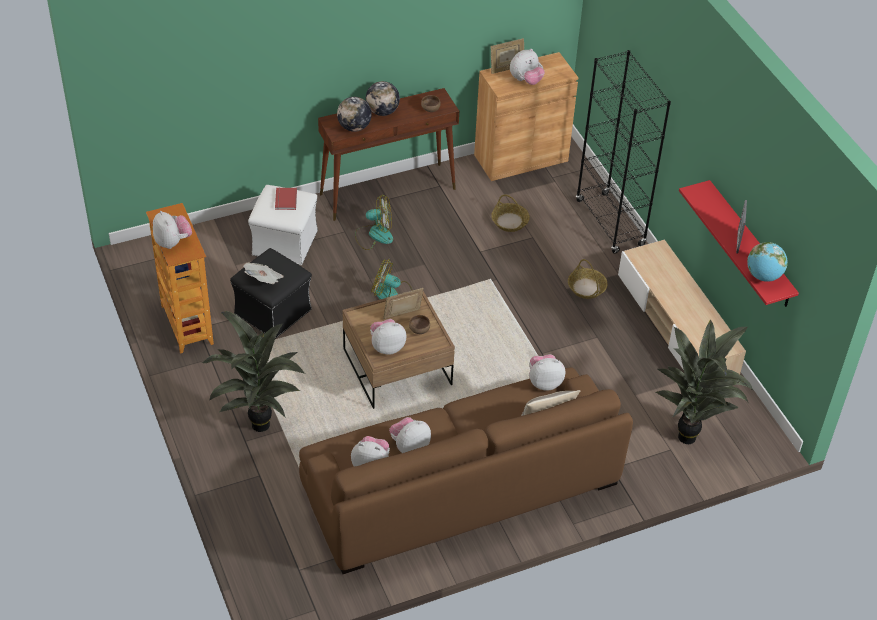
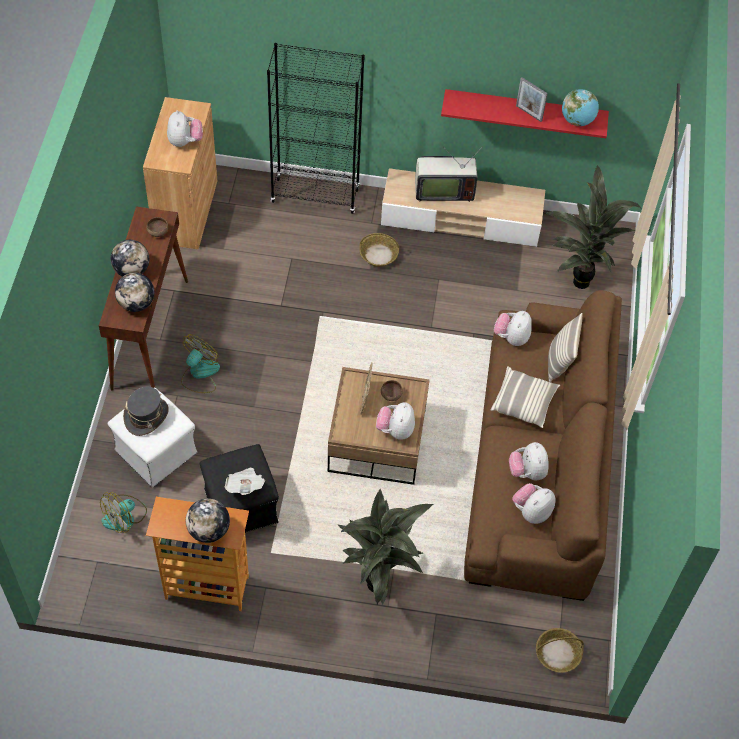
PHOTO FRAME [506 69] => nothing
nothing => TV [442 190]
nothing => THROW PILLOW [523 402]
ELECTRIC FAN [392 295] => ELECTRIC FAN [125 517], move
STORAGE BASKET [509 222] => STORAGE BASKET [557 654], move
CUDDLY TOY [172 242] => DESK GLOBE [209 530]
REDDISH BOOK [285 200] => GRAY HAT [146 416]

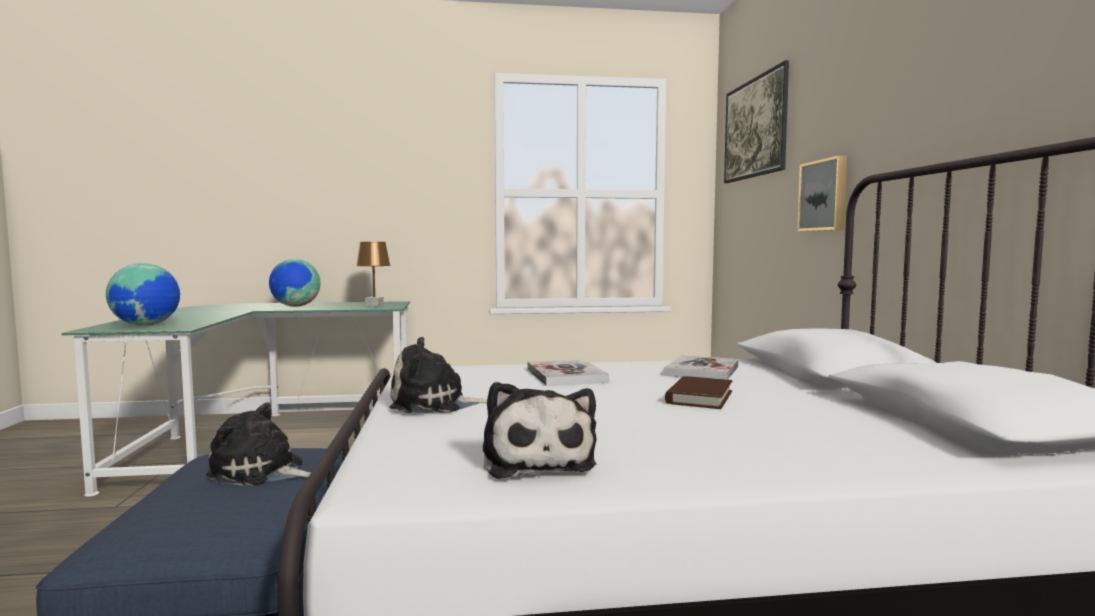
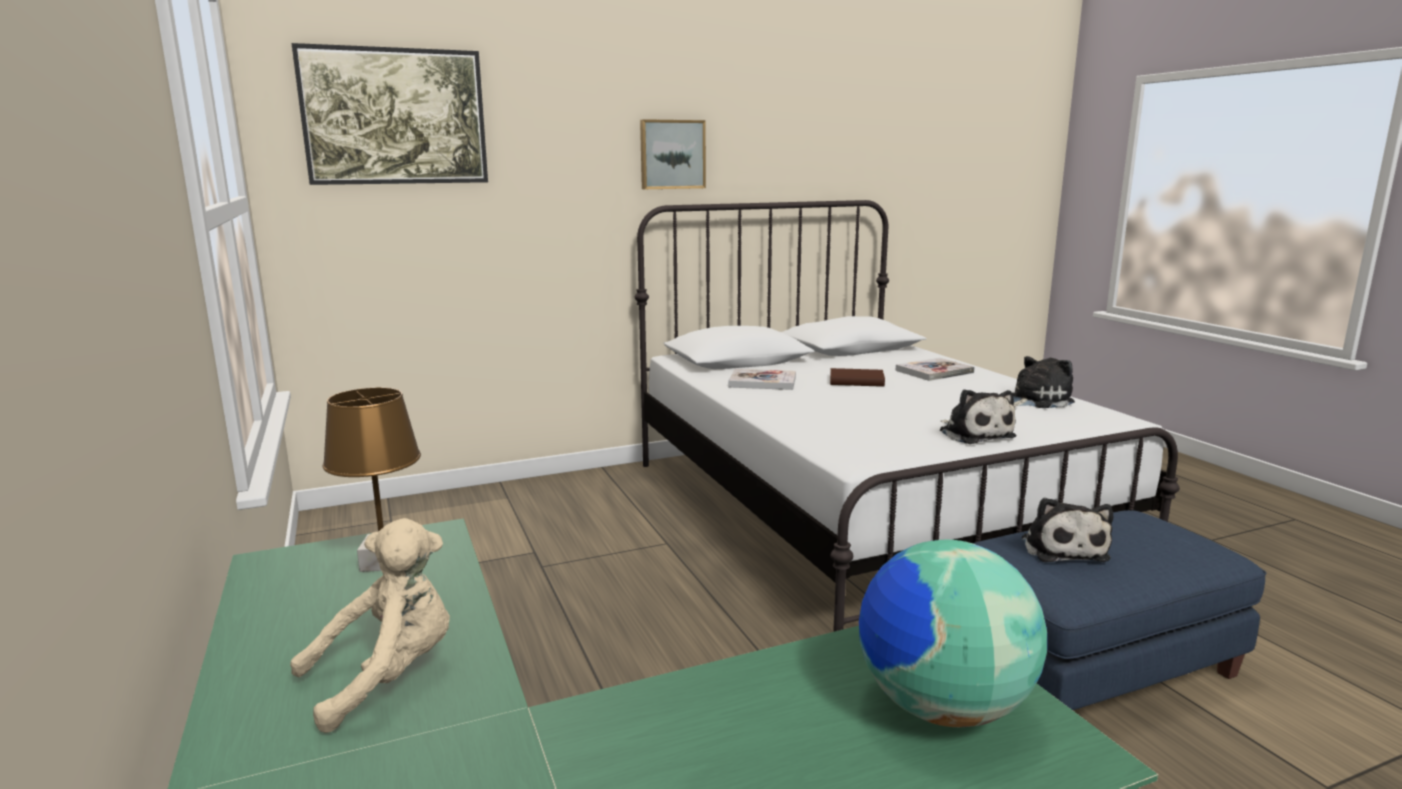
BOOK [566 375] => BOOK [934 371], move
PICTURE [824 195] => PICTURE [672 154], move
DESK GLOBE [295 306] => BEIGE-COLOURED CUDDLY TOY [388 677]

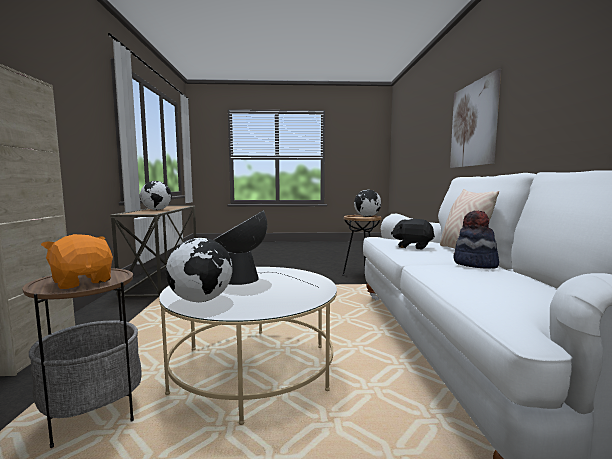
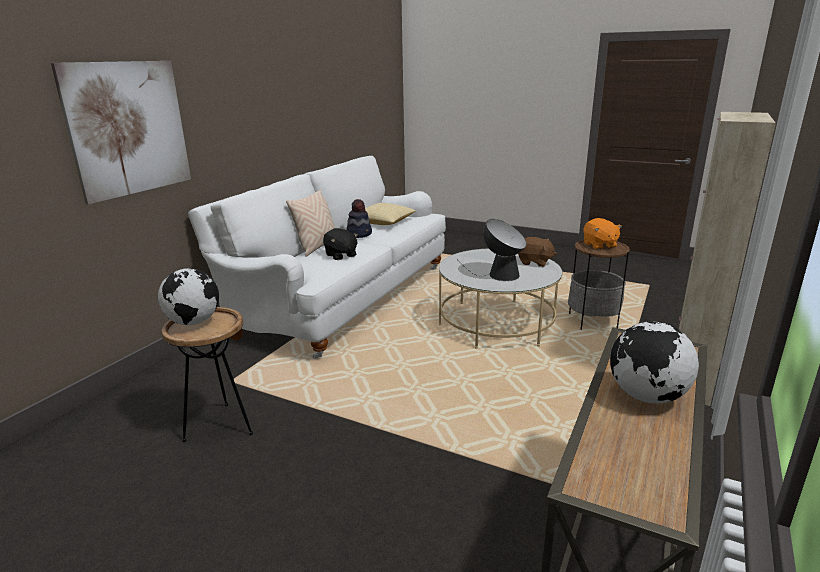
nothing => THROW PILLOW [385 223]
DESK GLOBE [201 300] => BROWNISH CUDDLY TOY [534 262]

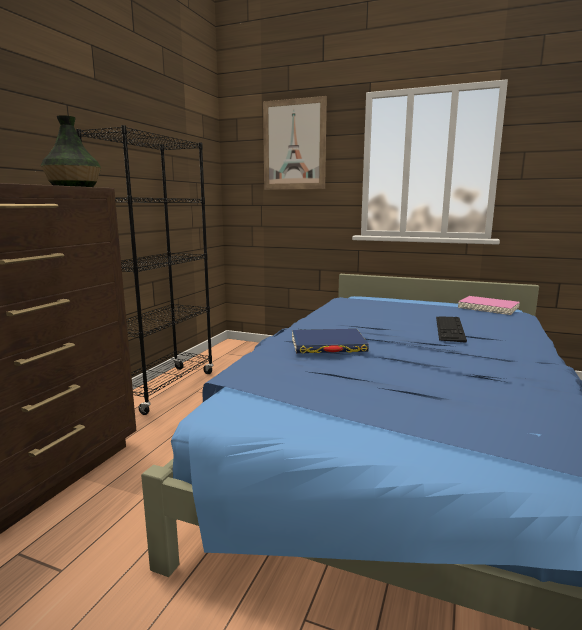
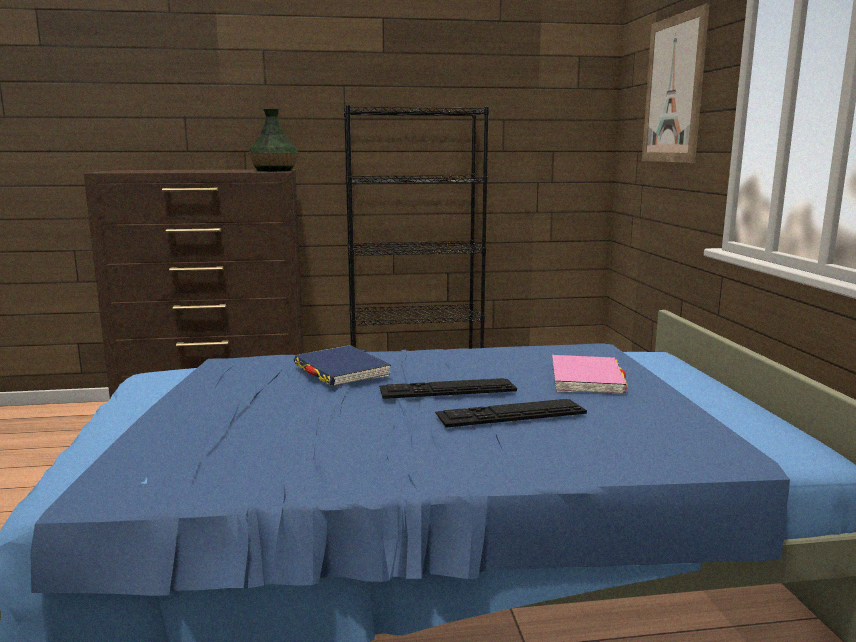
nothing => PC KEYBOARD [447 388]
PINK BOOK [488 308] => PINK BOOK [586 379], move

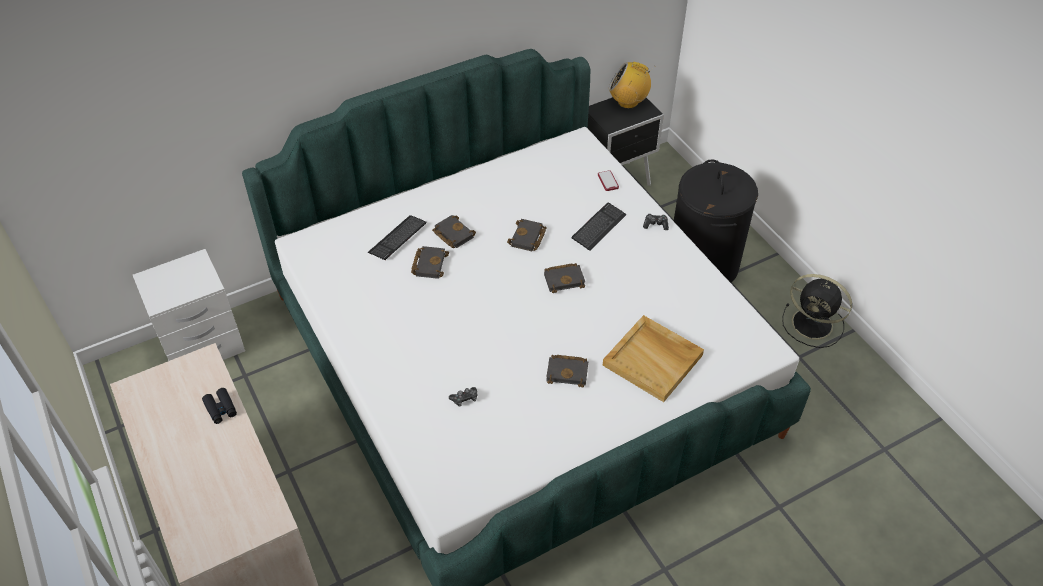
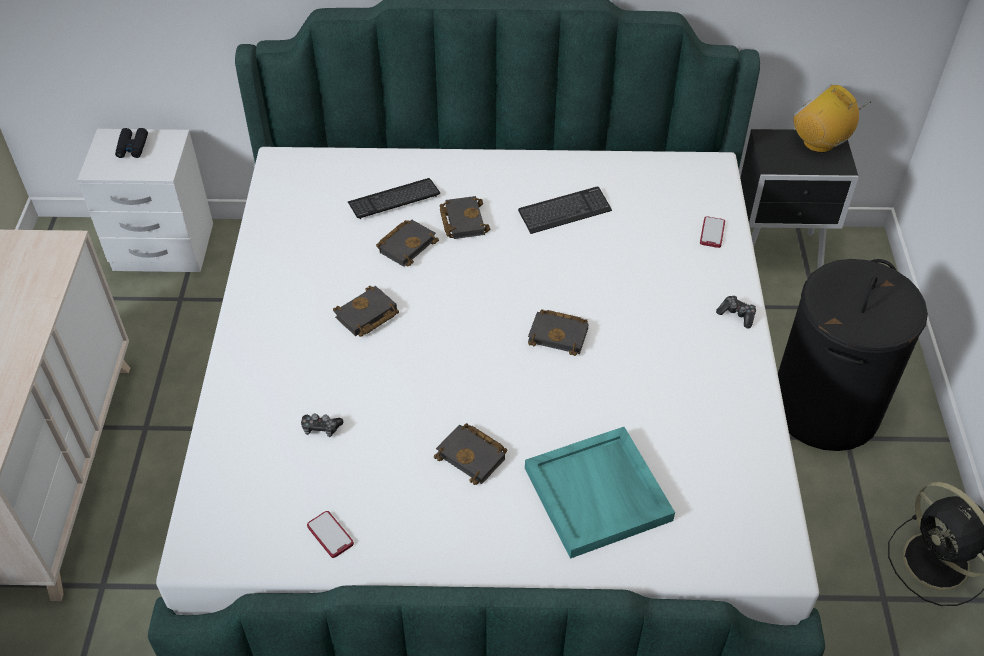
nothing => PHONE [330 535]
BLACKISH BINOCULARS [221 409] => BLACKISH BINOCULARS [132 147], move
BLACKISH BOOK [528 238] => BLACKISH BOOK [366 316], move
PC KEYBOARD [598 227] => PC KEYBOARD [564 212], move
BEIGE-COLOURED CARRYING TRAY [653 360] => BLUE-GREEN CARRYING TRAY [599 494]

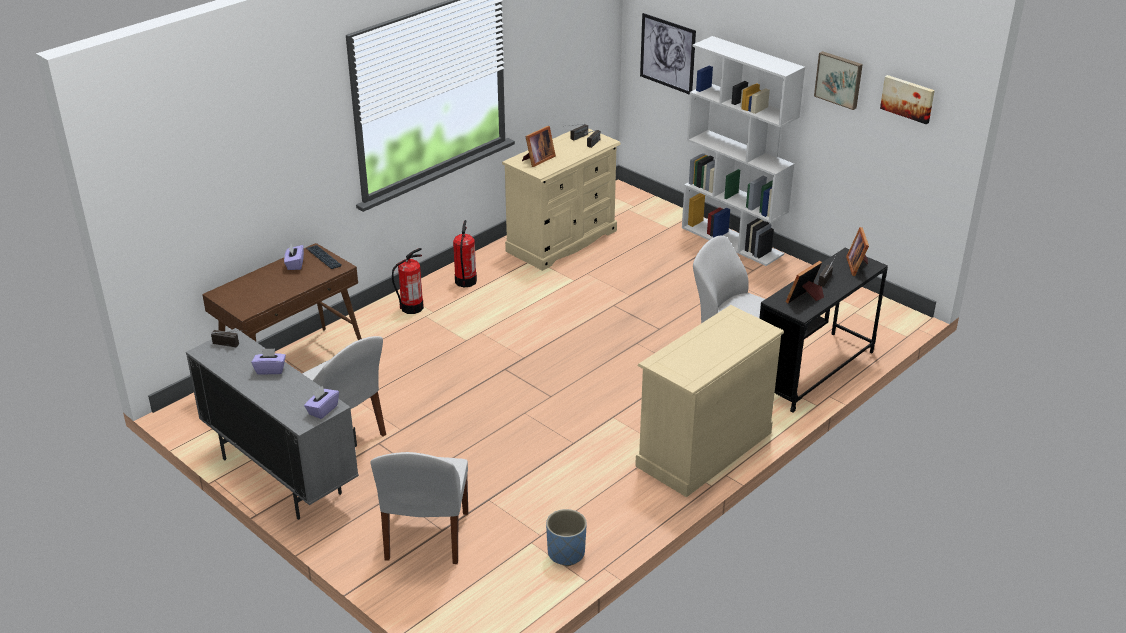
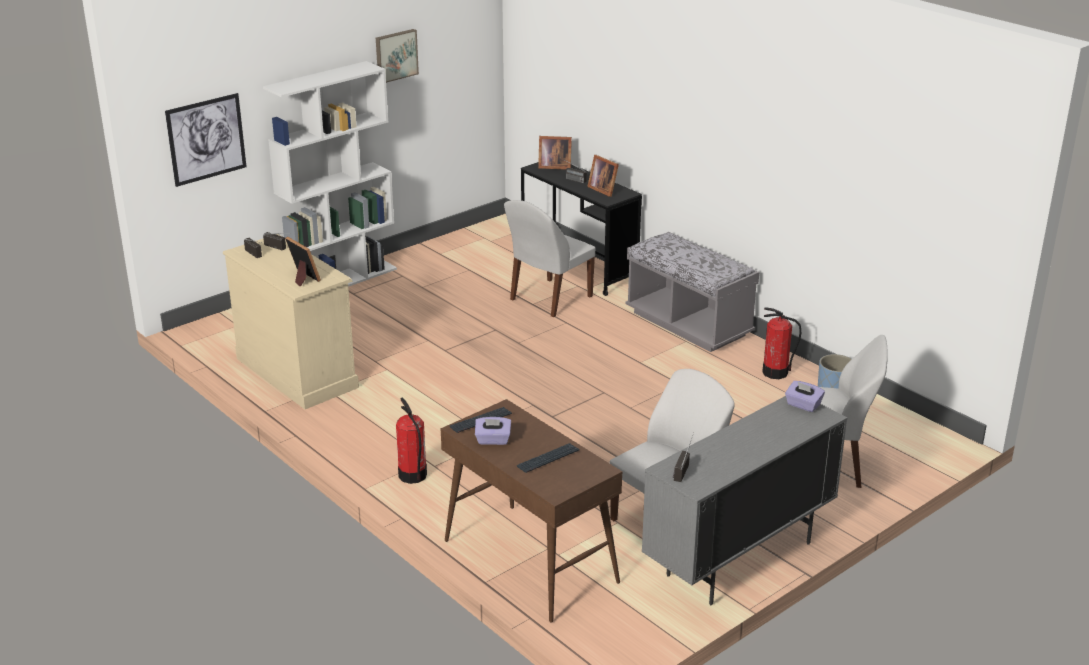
PURPLE TISSUE HOLDER [270 370] => nothing
PICTURE [908 98] => nothing
nothing => PC KEYBOARD [548 459]
FIRE-FIGHTING CYLINDER [465 281] => FIRE-FIGHTING CYLINDER [775 373], move
BEIGE-COLOURED DRESSER [703 449] => GRAY LONG SEAT [688 324]

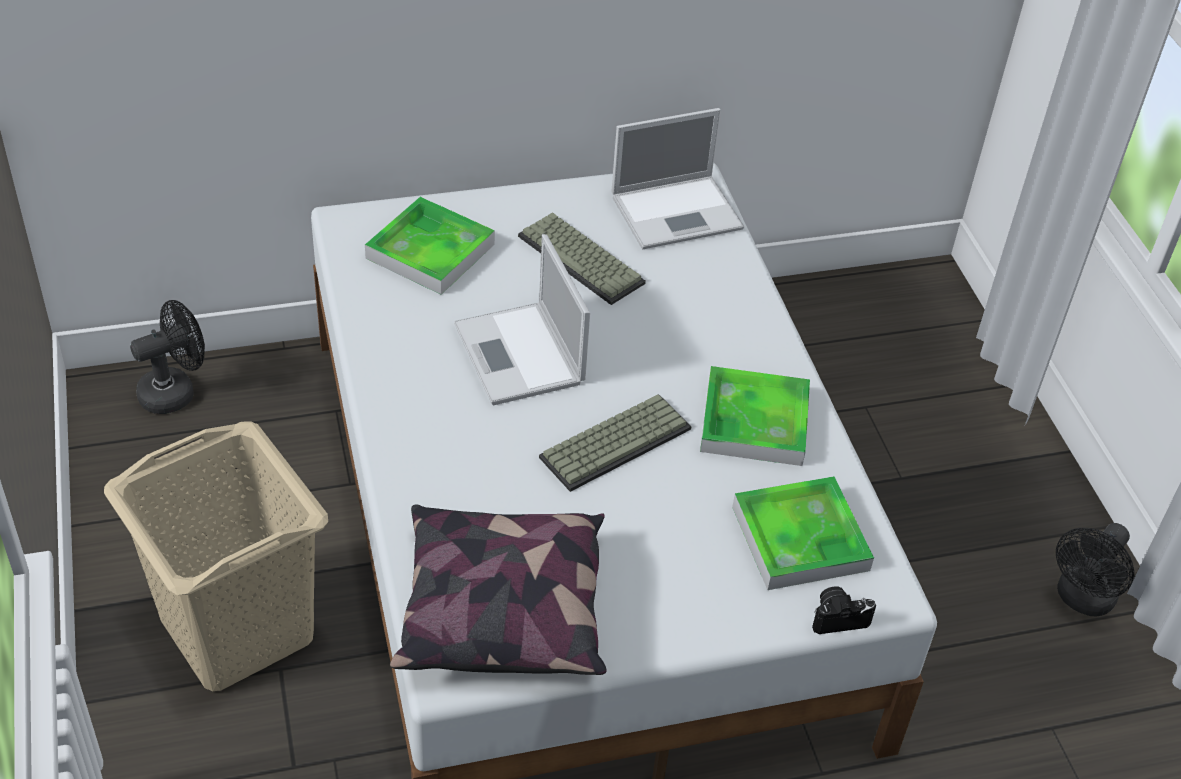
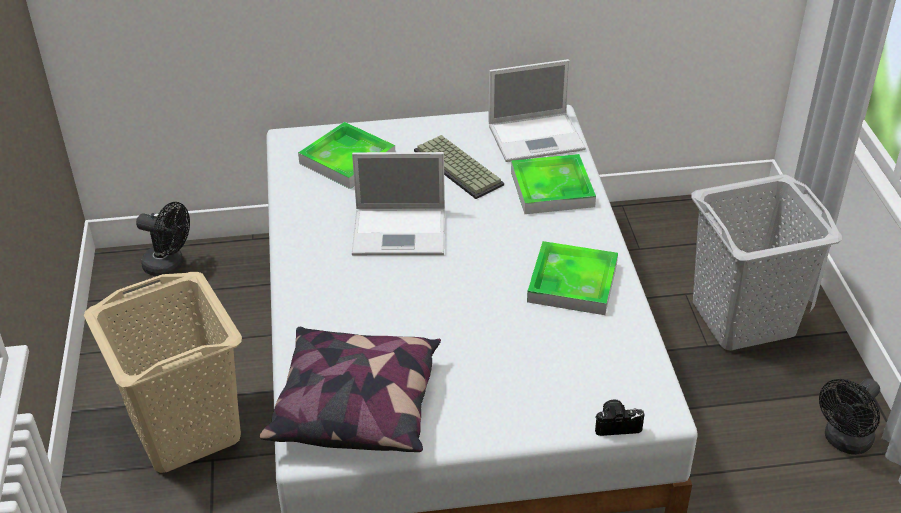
PC KEYBOARD [615 441] => nothing
nothing => GRAY WASHING BASKET [744 319]
CARRYING TRAY [800 538] => CARRYING TRAY [552 189], move
BLACKISH ELECTRIC FAN [175 391] => BLACKISH ELECTRIC FAN [169 265], 45 degrees clockwise
NOTEBOOK COMPUTER [520 356] => NOTEBOOK COMPUTER [401 231], 75 degrees counterclockwise

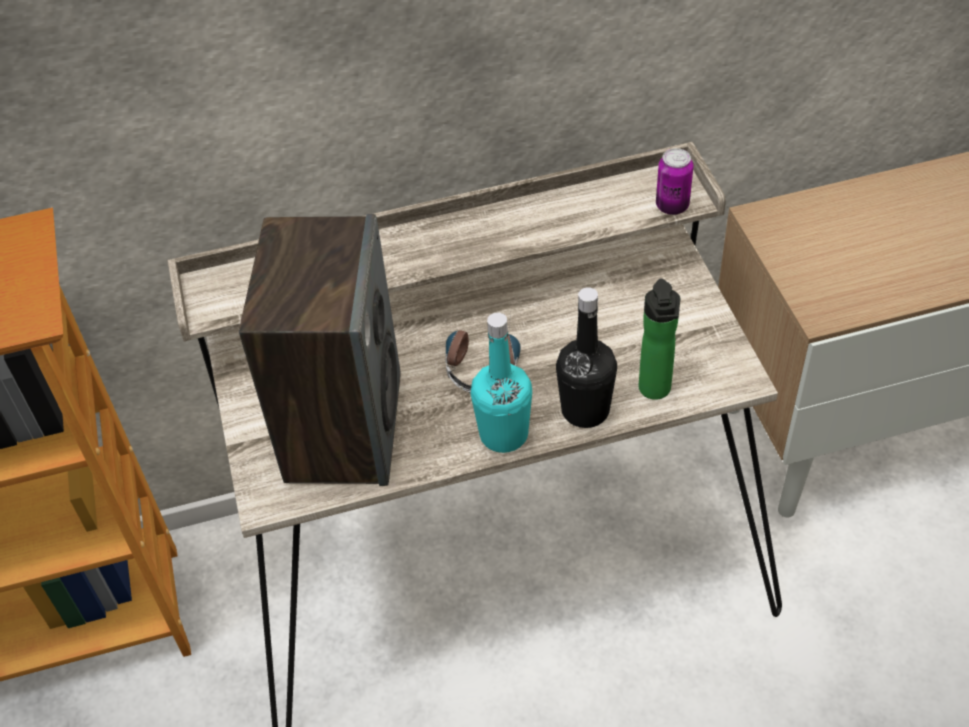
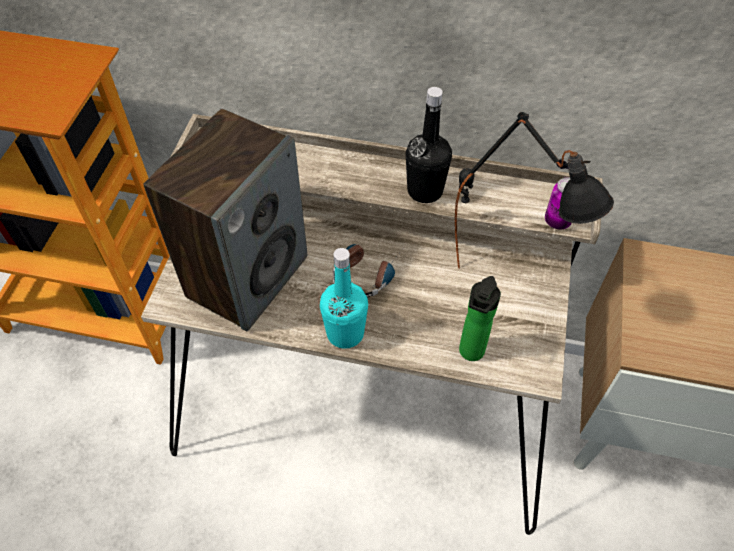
nothing => BLACKISH TABLE LAMP [506 279]
BLACKISH BOTTLE [585 410] => BLACKISH BOTTLE [425 191], move

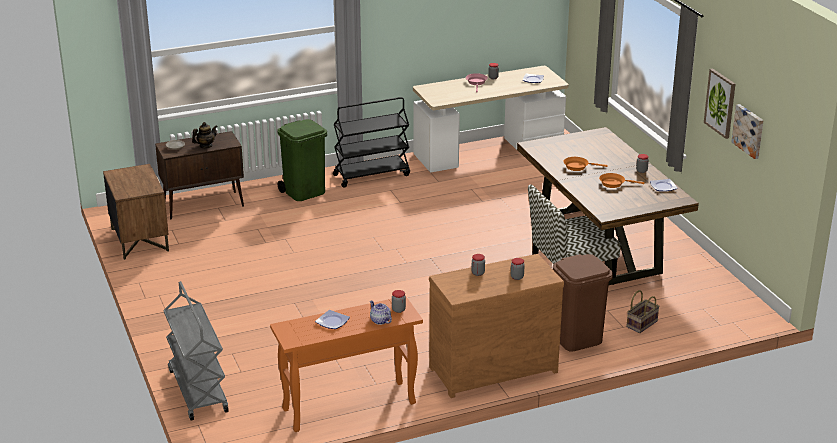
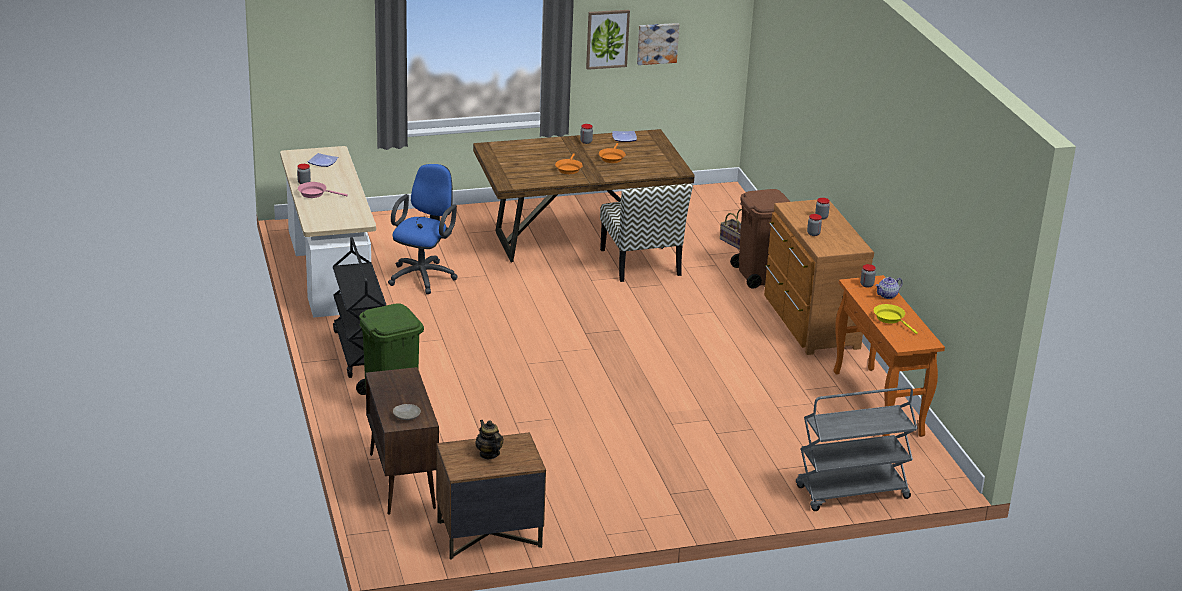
nothing => BLUE OFFICE CHAIR [424 275]
TEAPOT [205 146] => TEAPOT [489 454], move
FLAT DISH [333 322] => YELLOW SKILLET [891 319]

